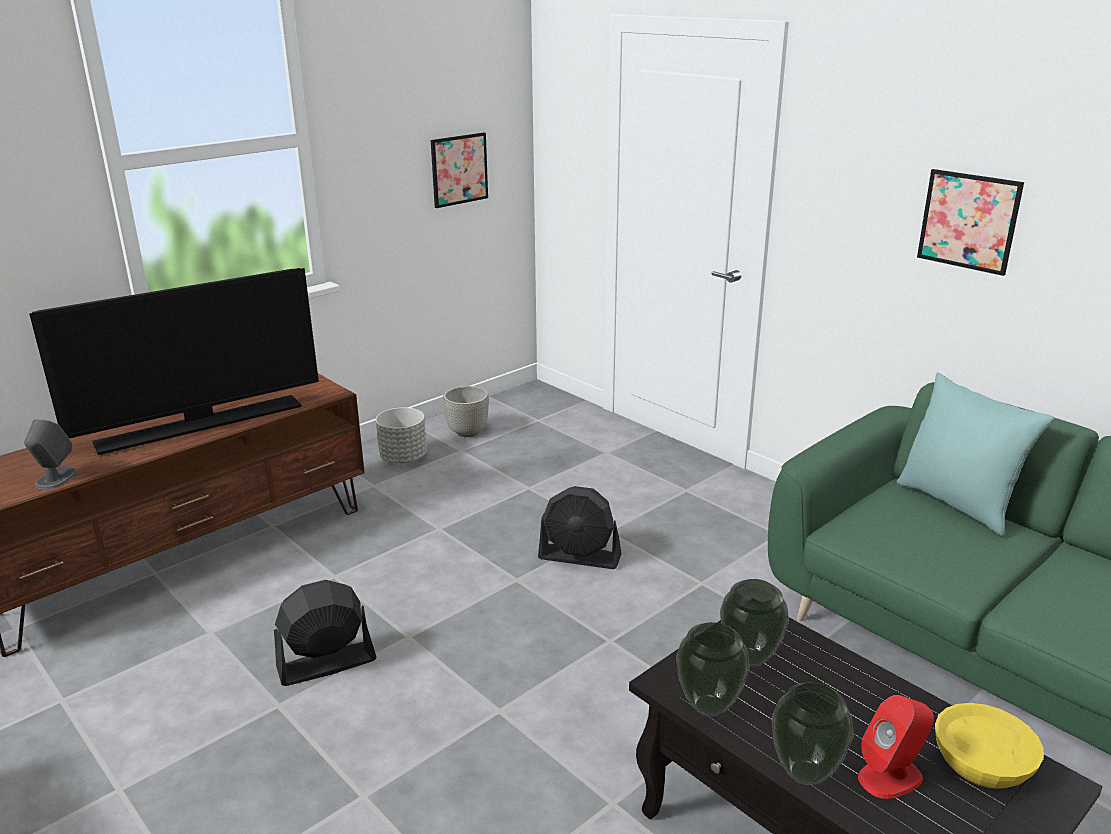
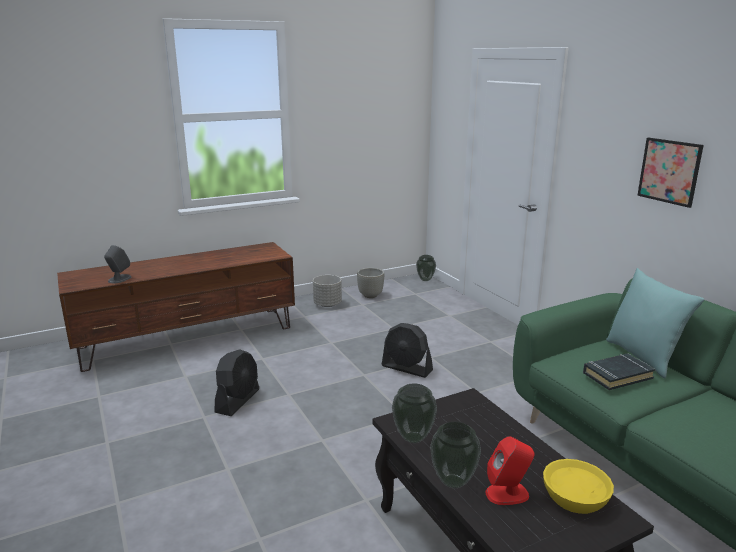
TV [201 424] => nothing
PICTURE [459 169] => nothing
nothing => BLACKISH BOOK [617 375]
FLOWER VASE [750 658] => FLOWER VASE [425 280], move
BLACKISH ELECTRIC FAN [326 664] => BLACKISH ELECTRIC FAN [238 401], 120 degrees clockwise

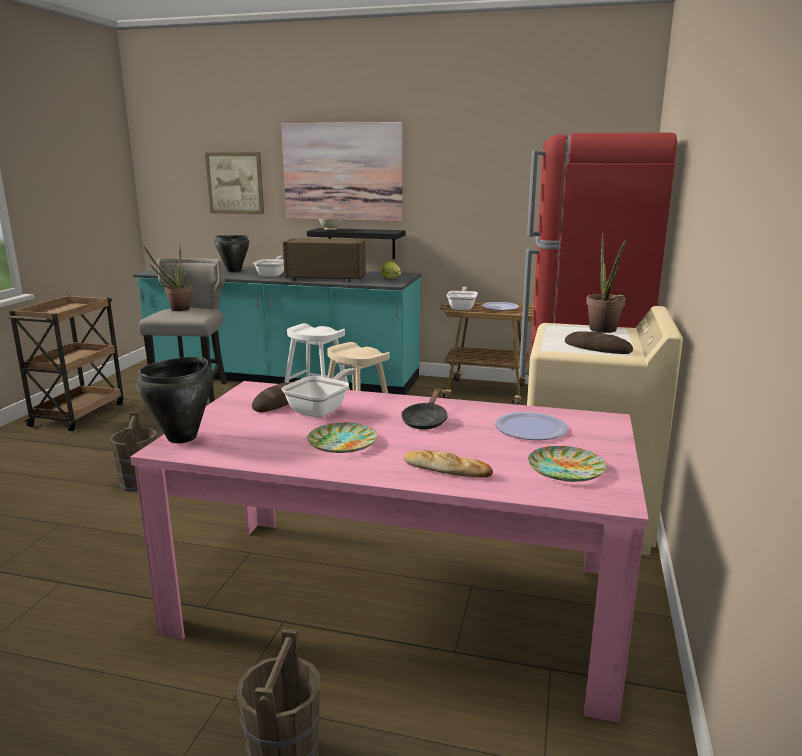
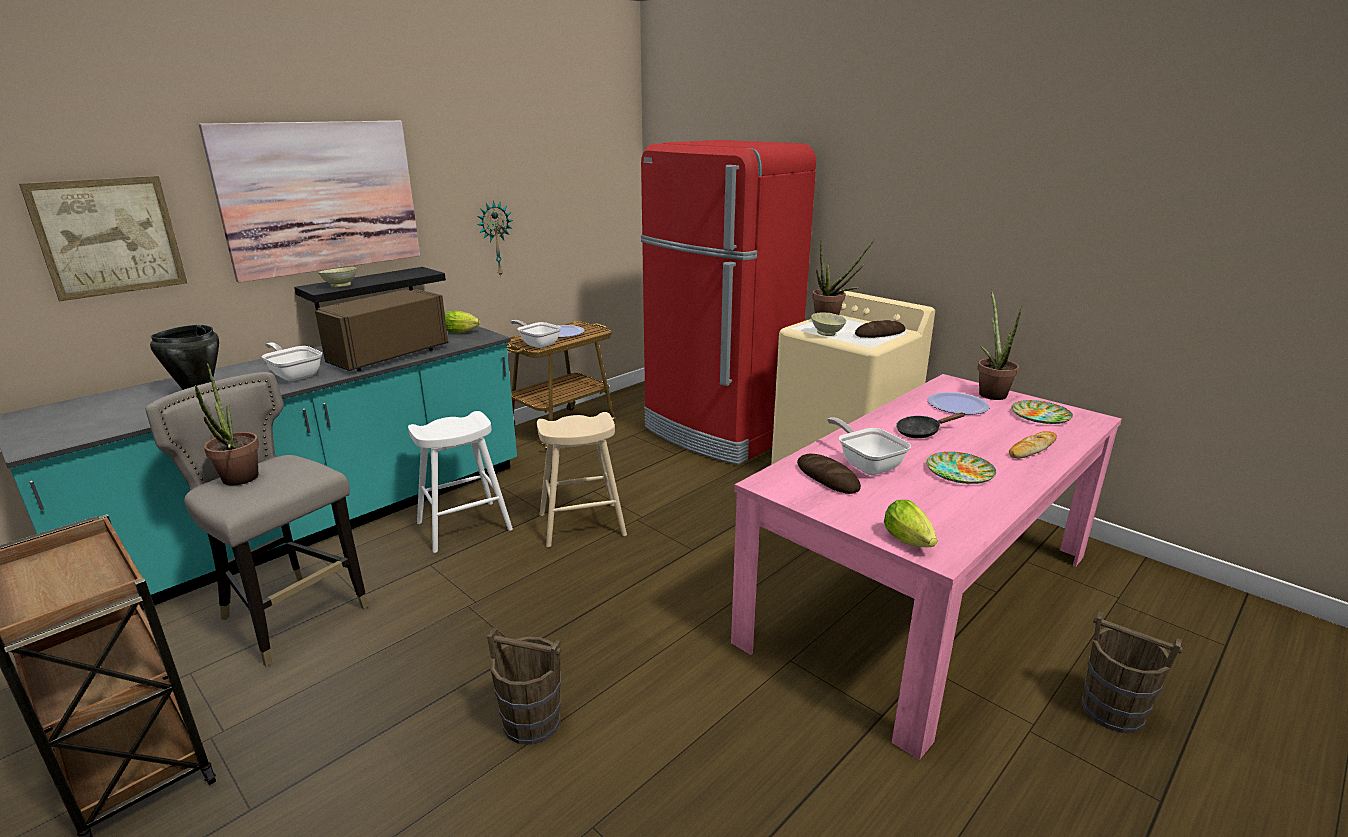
nothing => WALL CLOCK [495 239]
nothing => BEIGE-COLOURED BOWL [827 334]
nothing => HOUSEPLANT [990 393]
BLACKISH STOCKPOT [182 437] => LETTUCE [910 543]
BLACKISH SKILLET [425 420] => BLACKISH SKILLET [921 432], 120 degrees clockwise

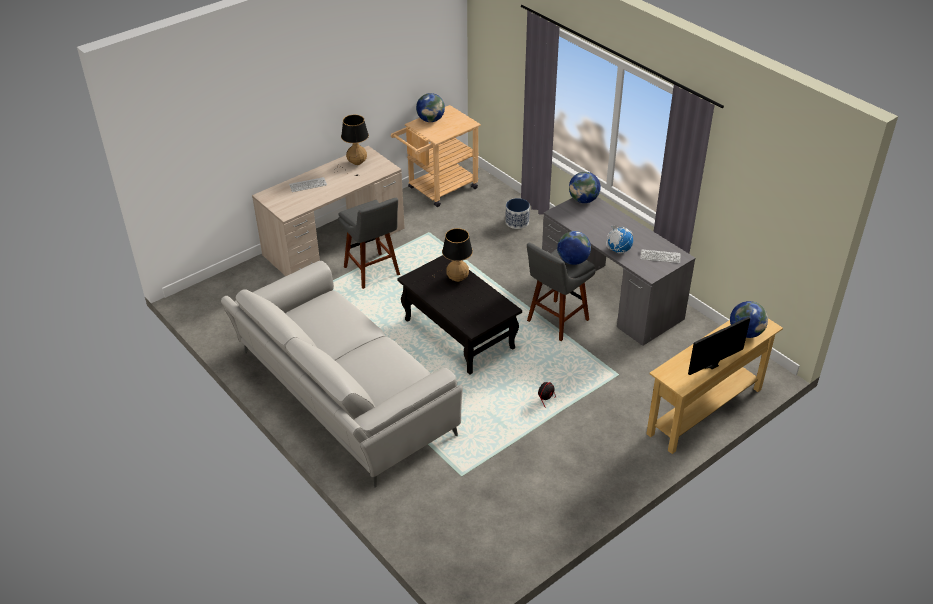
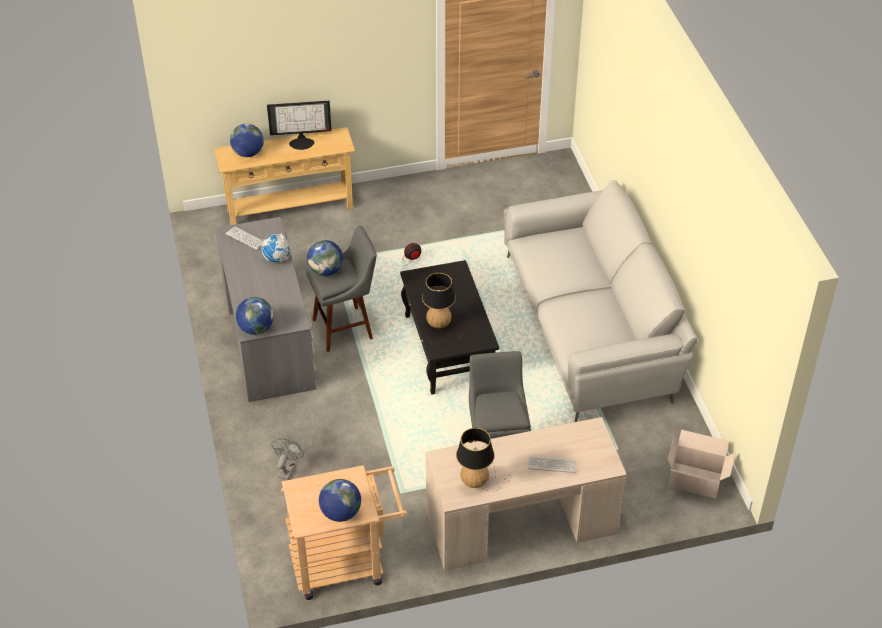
nothing => CARDBOARD BOX [696 481]
PLANT POT [517 222] => GRAY ELECTRIC FAN [287 469]

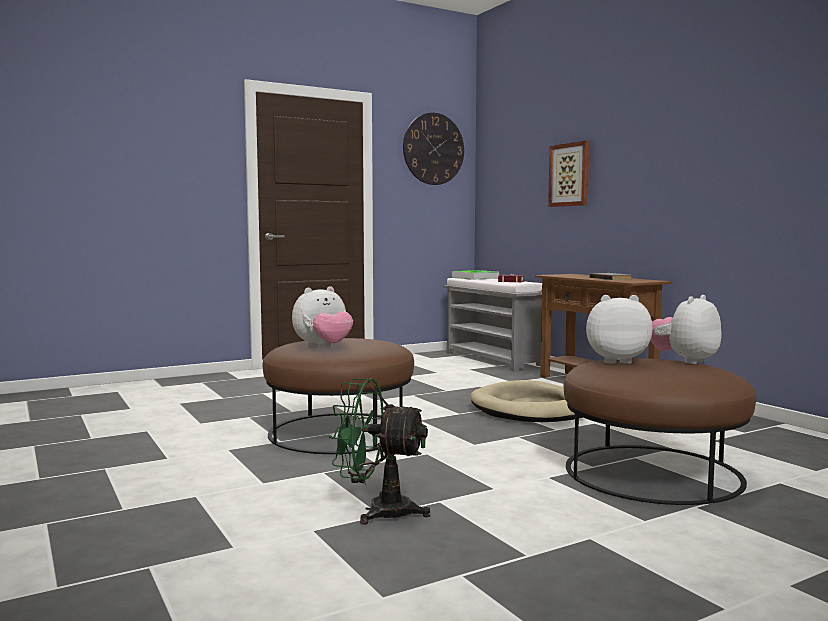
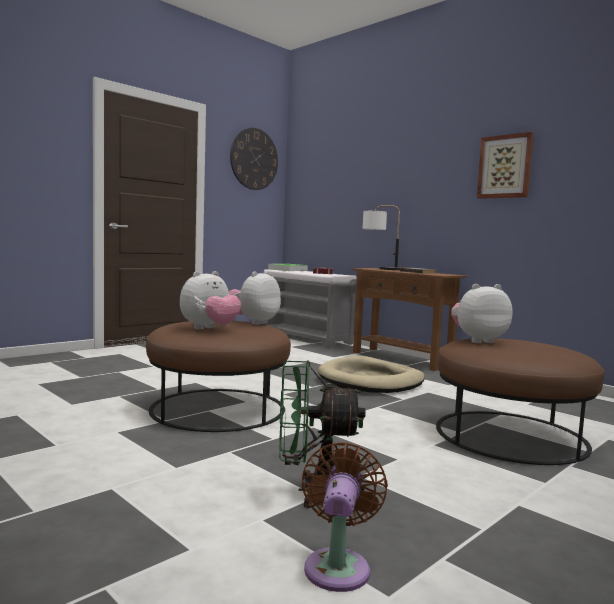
nothing => BROWNISH ELECTRIC FAN [338 565]
nothing => TABLE LAMP [379 269]
PICTURE [570 175] => PICTURE [505 166], move
CUDDLY TOY [685 361] => CUDDLY TOY [253 322], move

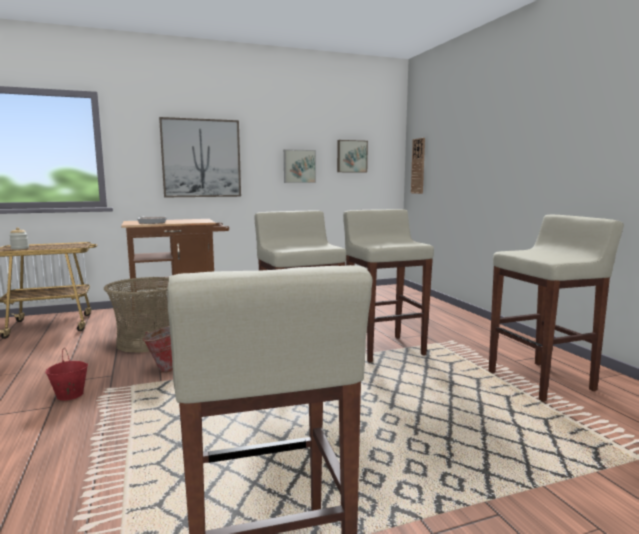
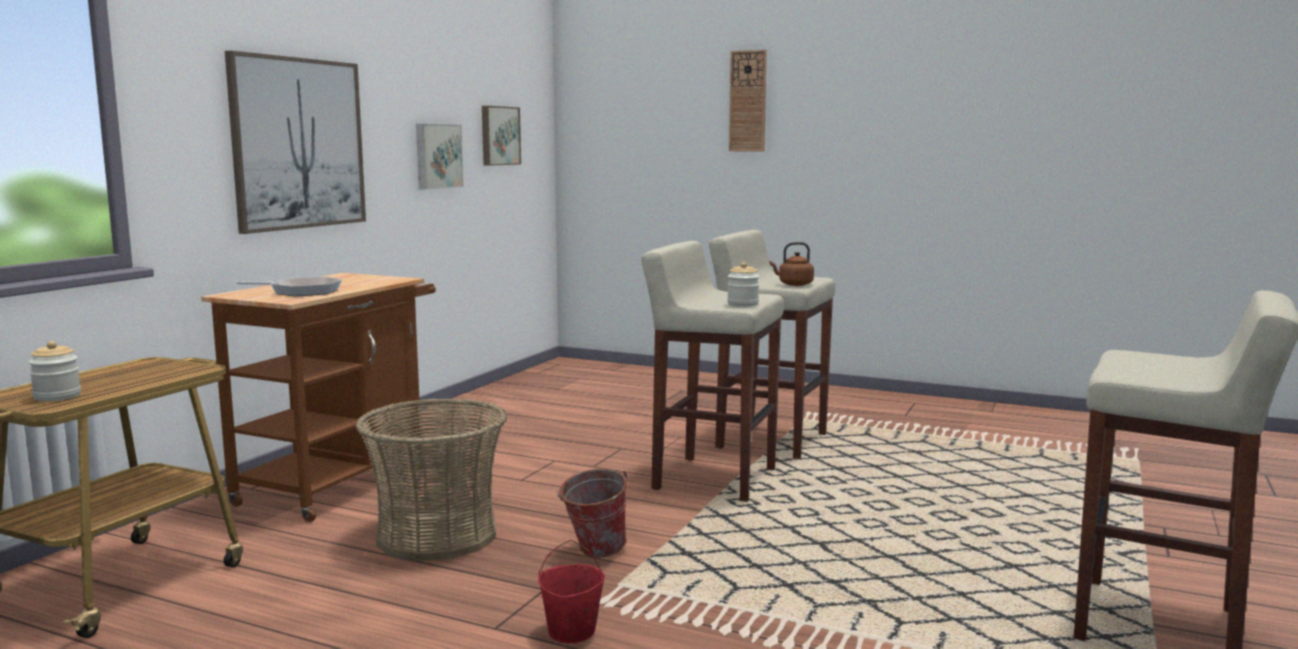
BEIGE-COLOURED STOOL [541 381] => nothing
nothing => STORAGE JAR [743 304]
nothing => BROWNISH TEA KETTLE [793 284]
WALL CLOCK [418 166] => WALL CLOCK [748 101], move

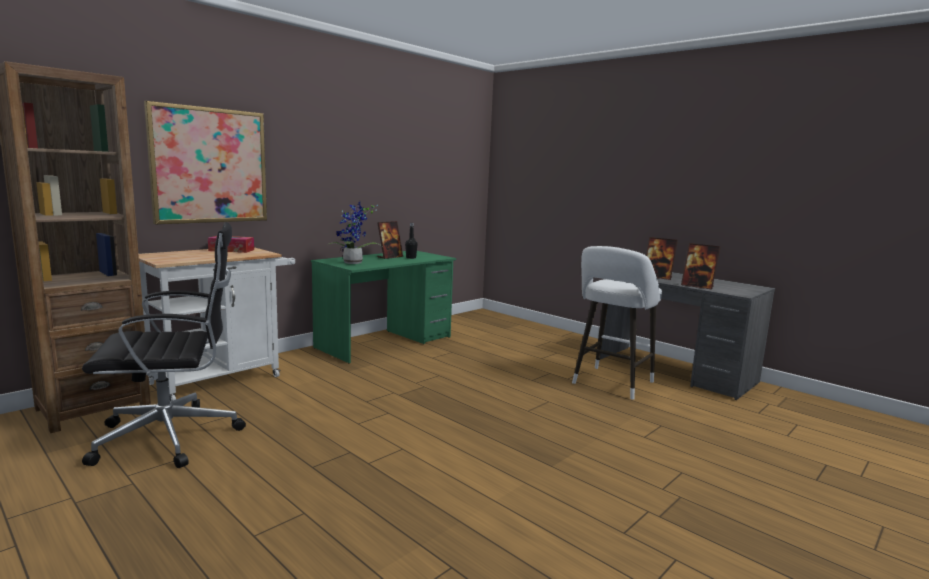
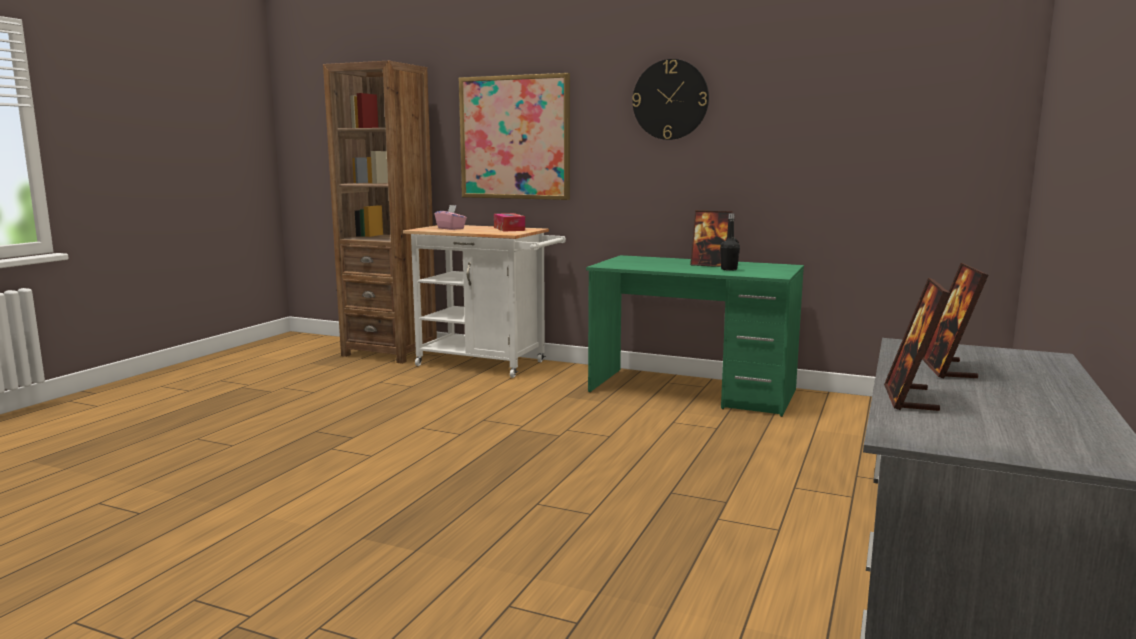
BLACKISH OFFICE CHAIR [173 437] => nothing
HOUSEPLANT [353 263] => nothing
WHITE STOOL [611 384] => nothing
nothing => PINK TISSUE HOLDER [451 228]
nothing => WALL CLOCK [670 99]

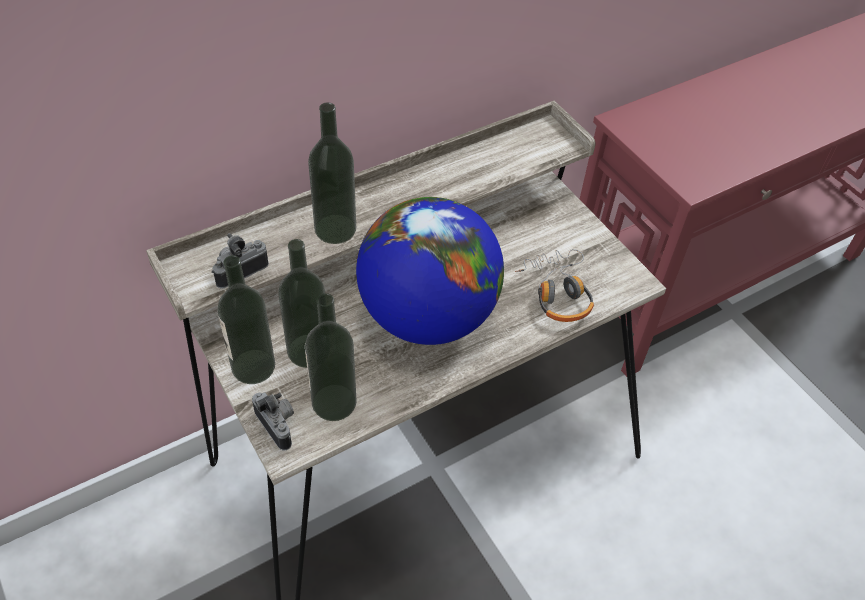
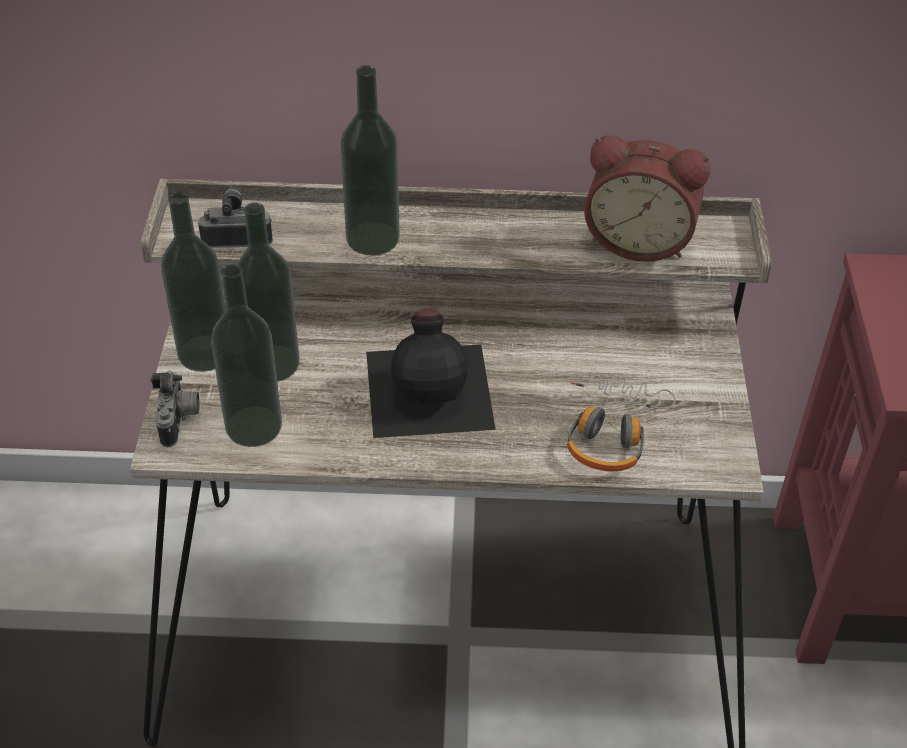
nothing => ALARM CLOCK [639 240]
DESK GLOBE [427 316] => BLACKISH BOTTLE [431 387]

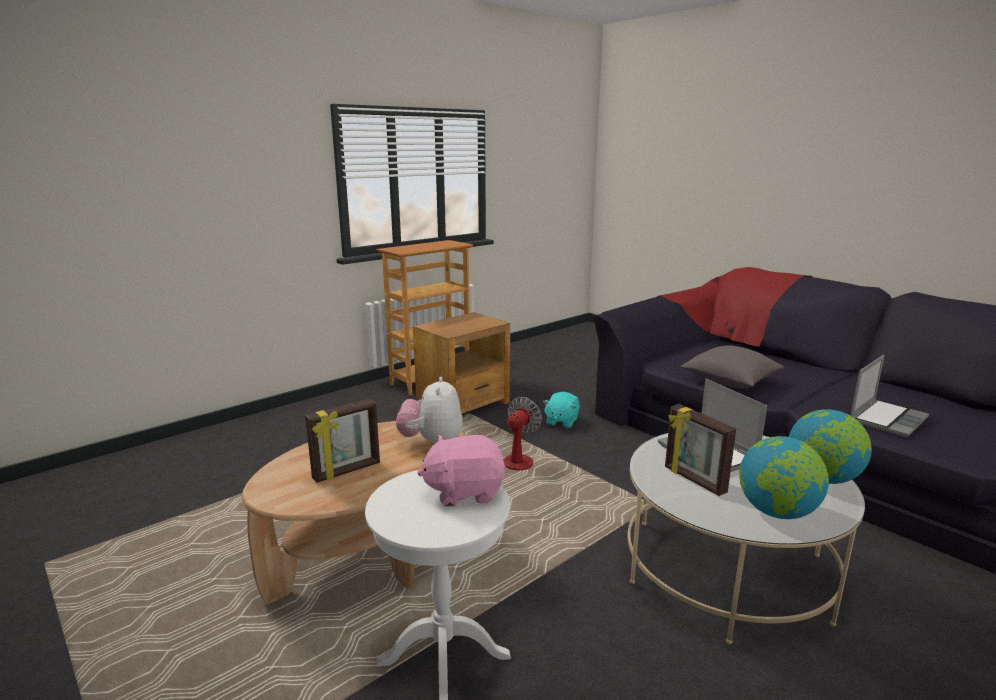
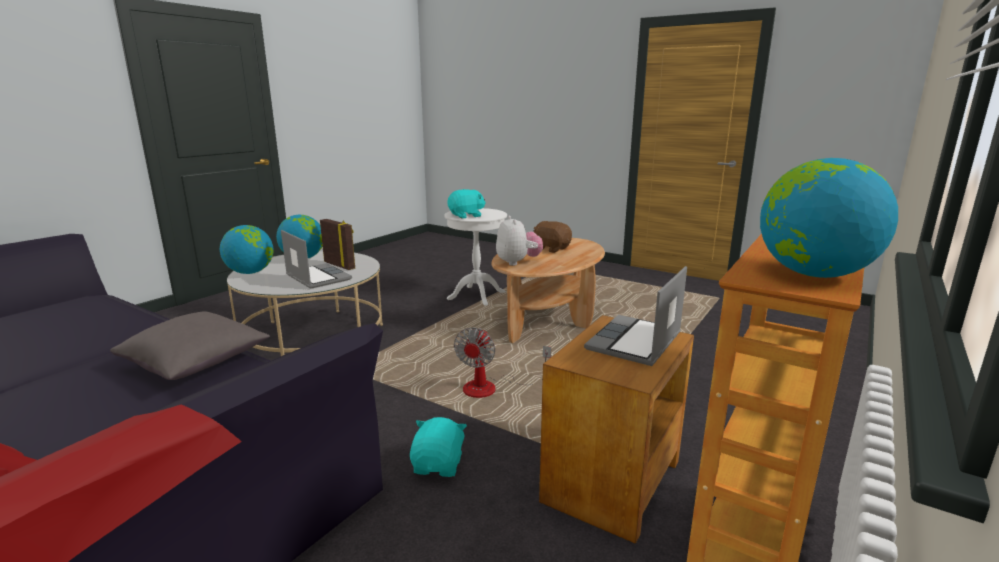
nothing => DESK GLOBE [814 274]
NOTEBOOK COMPUTER [887 419] => NOTEBOOK COMPUTER [635 343], move
PHOTO FRAME [347 471] => BROWNISH CUDDLY TOY [551 249]
PINK CUDDLY TOY [464 491] => BLUE-GREEN CUDDLY TOY [466 216]

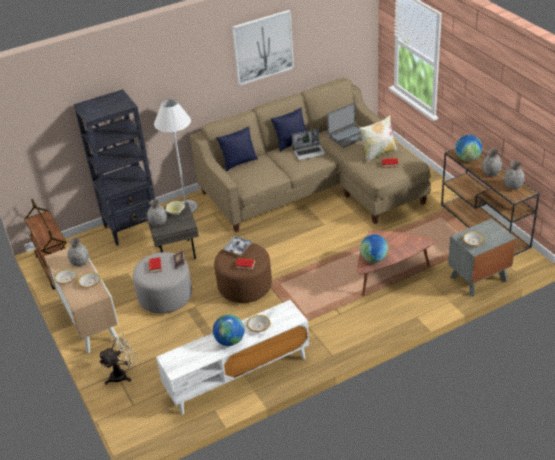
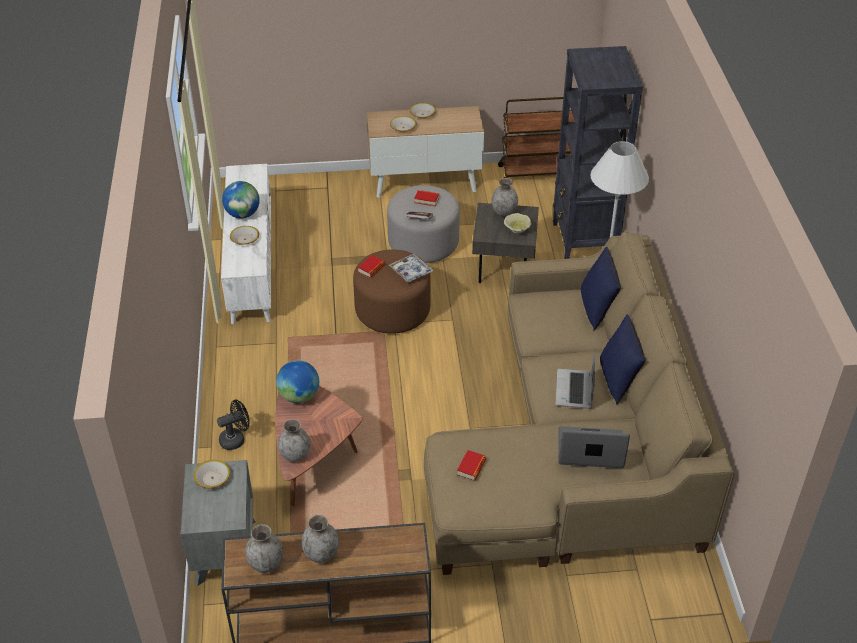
BEIGE-COLOURED ELECTRIC FAN [122 374] => nothing
PICTURE [263 47] => nothing
THROW PILLOW [378 153] => nothing
DESK GLOBE [467 159] => nothing
nothing => BLACKISH ELECTRIC FAN [236 439]
GRAY FLOWER VASE [80 263] => GRAY FLOWER VASE [295 454], move
NOTEBOOK COMPUTER [348 136] => NOTEBOOK COMPUTER [590 450], 105 degrees clockwise

